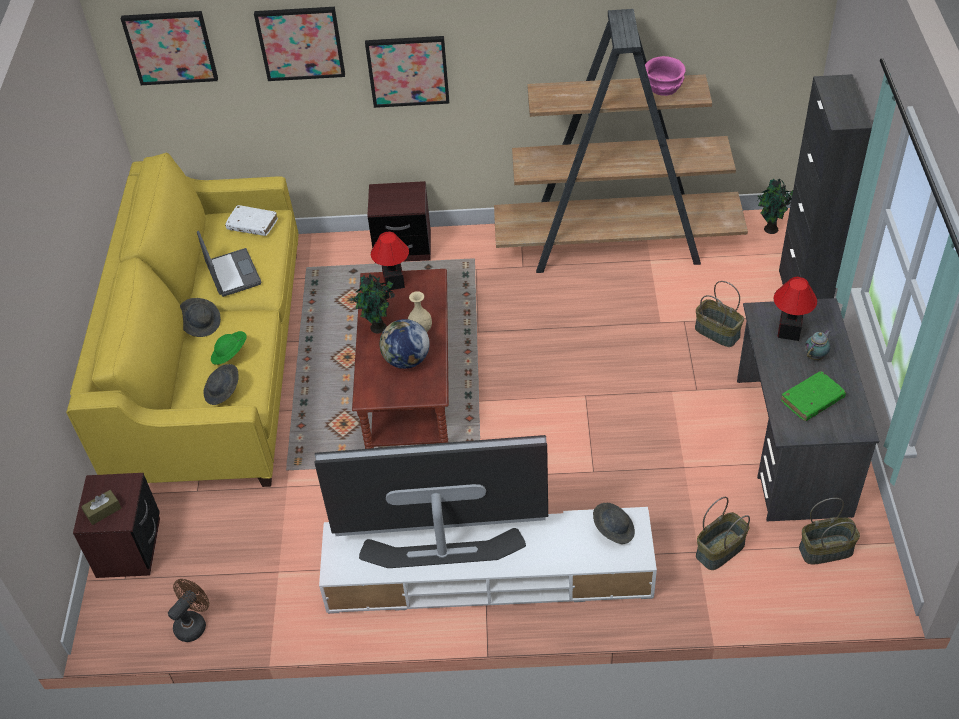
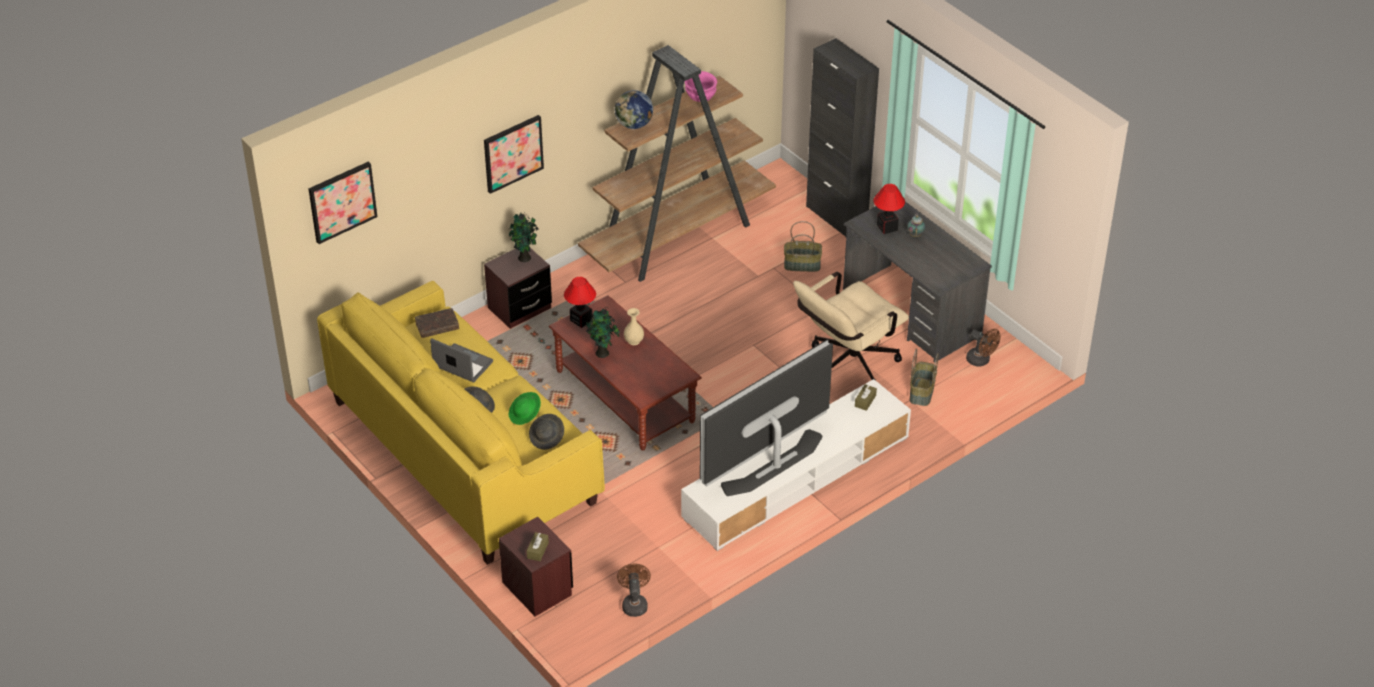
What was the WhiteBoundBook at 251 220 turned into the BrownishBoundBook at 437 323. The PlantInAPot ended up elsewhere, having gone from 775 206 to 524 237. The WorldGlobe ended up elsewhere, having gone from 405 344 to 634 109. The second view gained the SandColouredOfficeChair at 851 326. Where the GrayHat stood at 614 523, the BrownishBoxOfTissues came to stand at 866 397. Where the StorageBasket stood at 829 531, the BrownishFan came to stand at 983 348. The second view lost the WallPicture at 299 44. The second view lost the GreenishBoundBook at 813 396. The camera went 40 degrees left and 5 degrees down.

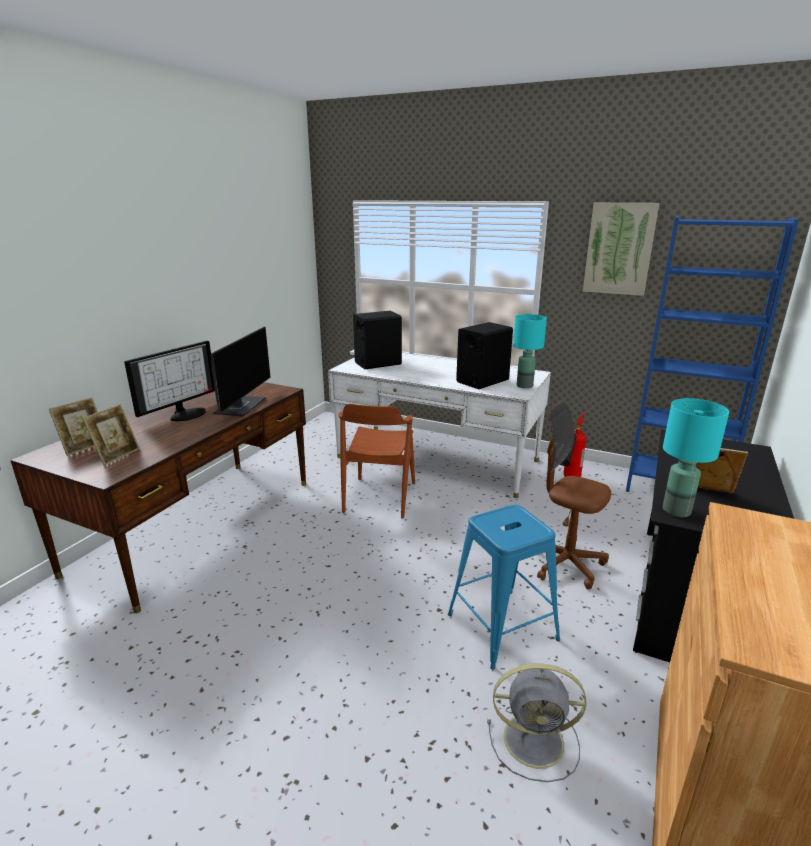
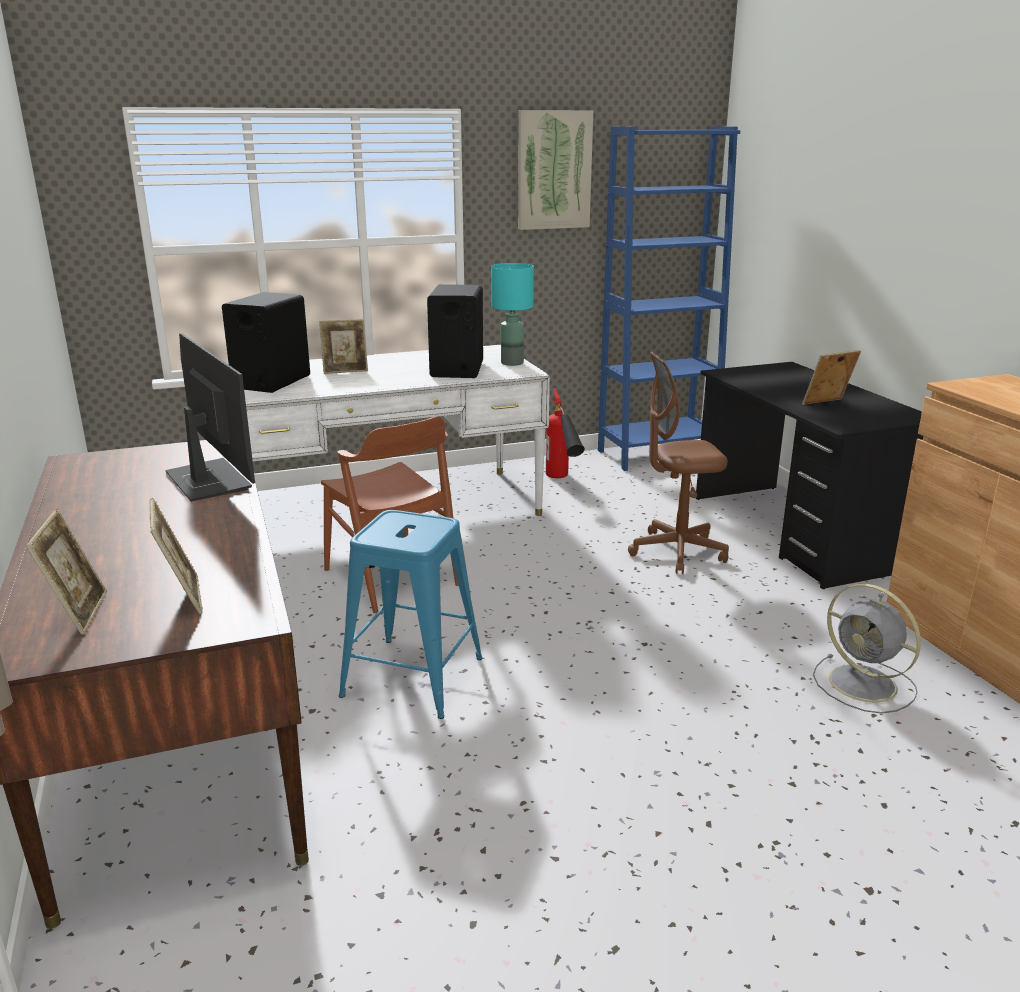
The second view gained the PhotoFrame at 343 347. The BluishStoolSeat ended up elsewhere, having gone from 504 587 to 410 614. The GrayFan at 537 722 ended up facing another way, 90 degrees clockwise from before. The second view lost the ComputerScreen at 169 381. The second view lost the TurquoiseColouredTabletopLamp at 696 457. The camera went 45 degrees left and 0 degrees up.

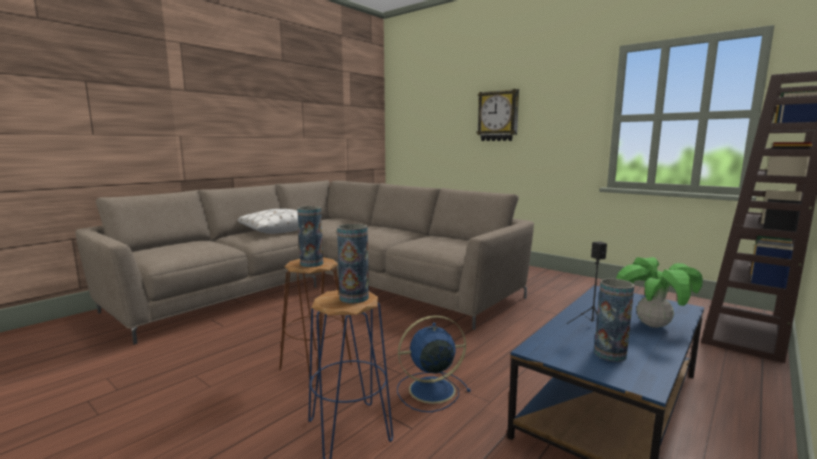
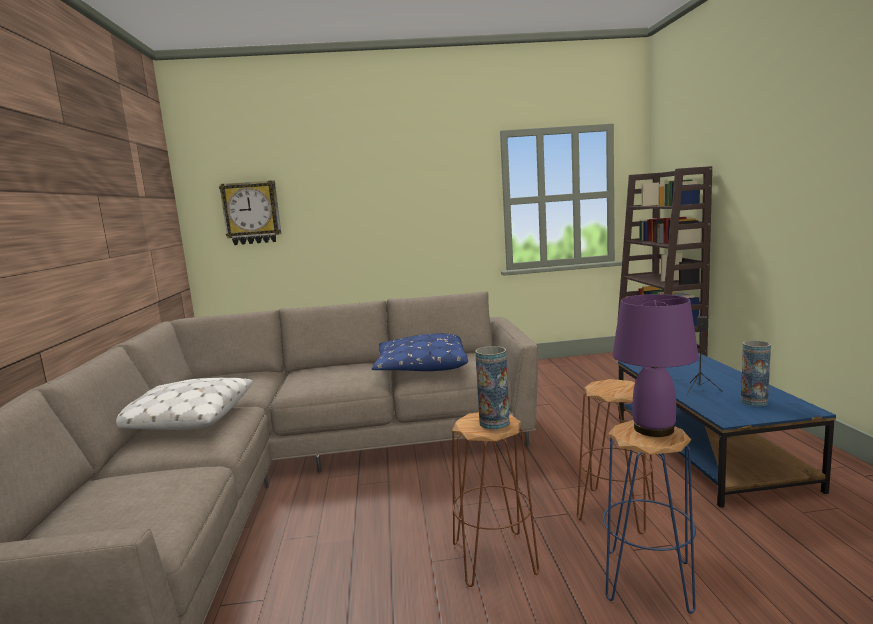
The HangingClock ended up elsewhere, having gone from 498 115 to 250 213. The second view gained the BluishCushion at 420 352. Where the BluishFan stood at 434 363, the BrownishStoolSeat came to stand at 616 456. Where the Vase stood at 353 264, the PurplishTabletopLamp came to stand at 656 365. The second view lost the PlantInAPot at 659 292. The camera went 45 degrees left and 0 degrees up.

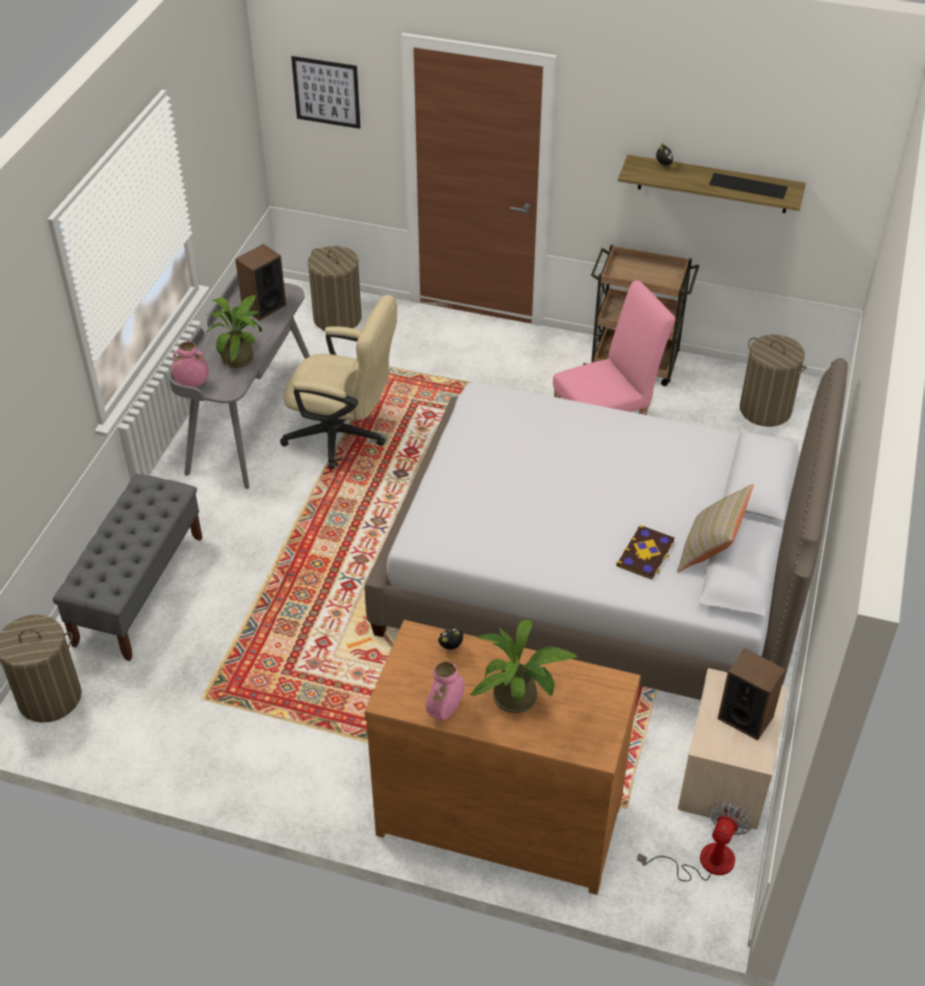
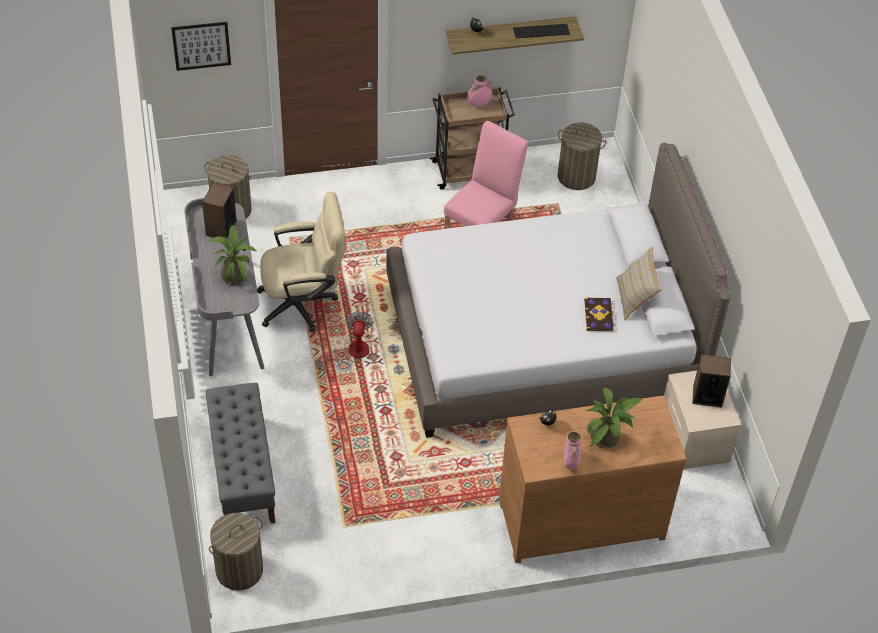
The Fan ended up elsewhere, having gone from 694 842 to 344 340. The PinkColouredVase ended up elsewhere, having gone from 190 364 to 480 91. The camera went 30 degrees left and 5 degrees up.

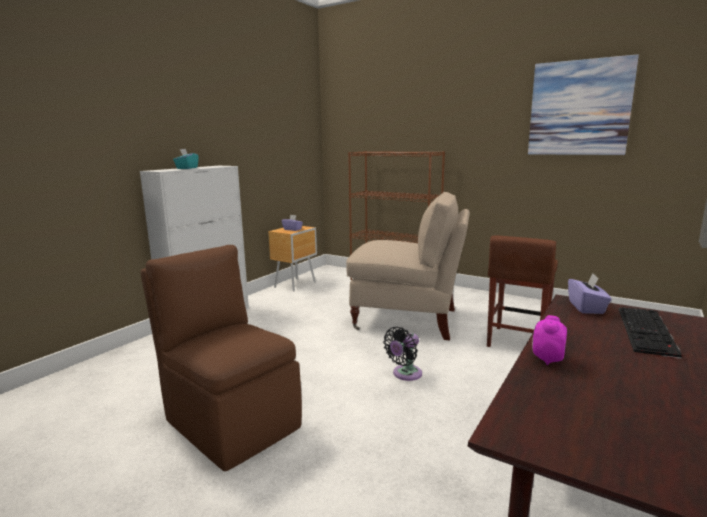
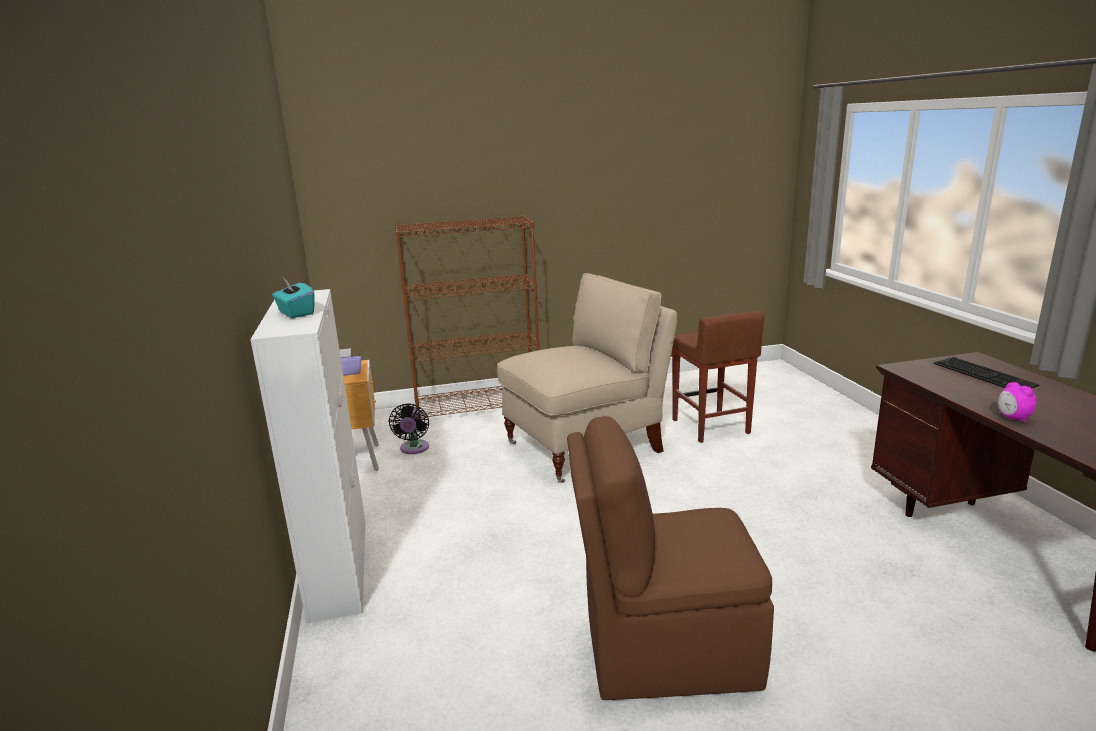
The BlackFan ended up elsewhere, having gone from 402 354 to 409 428. The second view lost the WallPicture at 583 104. The second view lost the PurplishBoxOfTissues at 590 294. The camera went 45 degrees left and 5 degrees up.

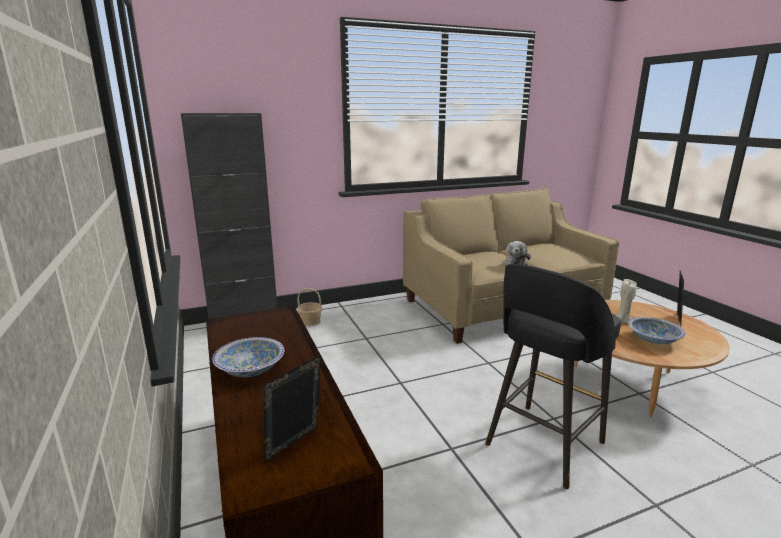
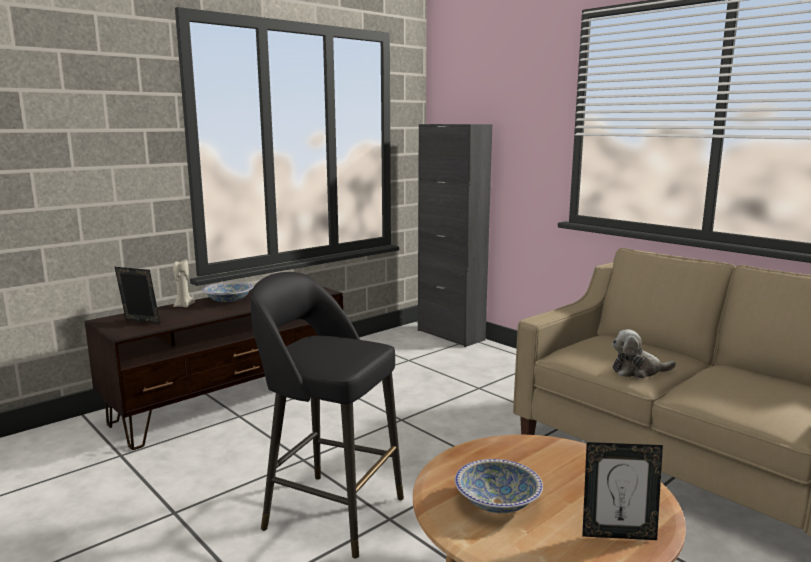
The SandColouredWaxLight ended up elsewhere, having gone from 626 301 to 184 283. The second view lost the StorageBasket at 309 307. The camera went 70 degrees right and 5 degrees down.

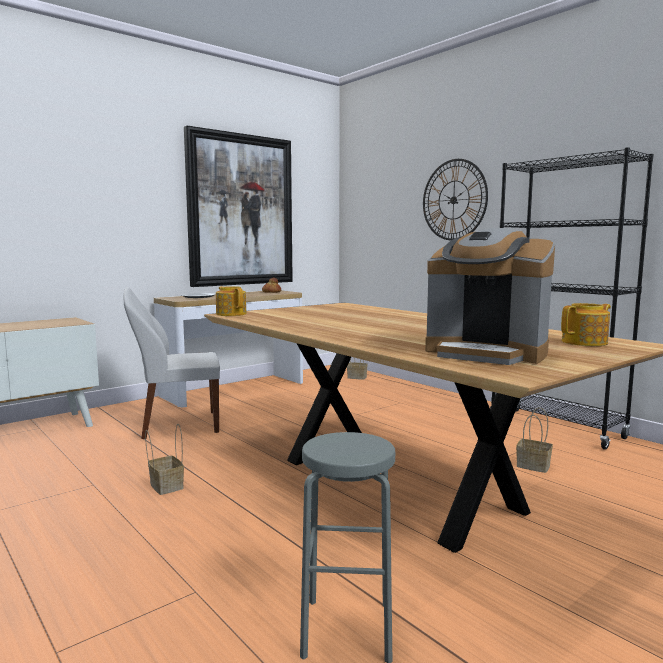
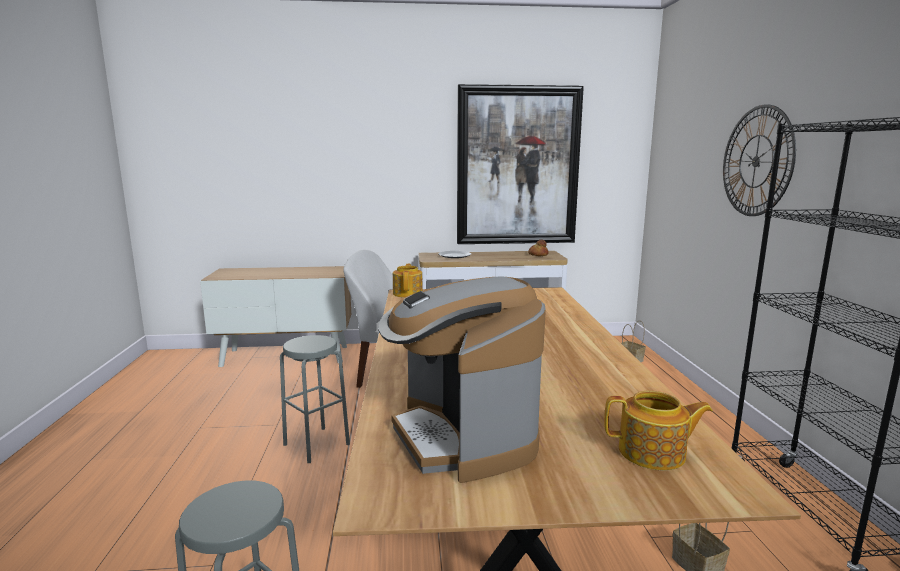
Where the StorageBasket stood at 164 459, the GrayStoolSeat came to stand at 315 399. The camera went 35 degrees right and 5 degrees up.

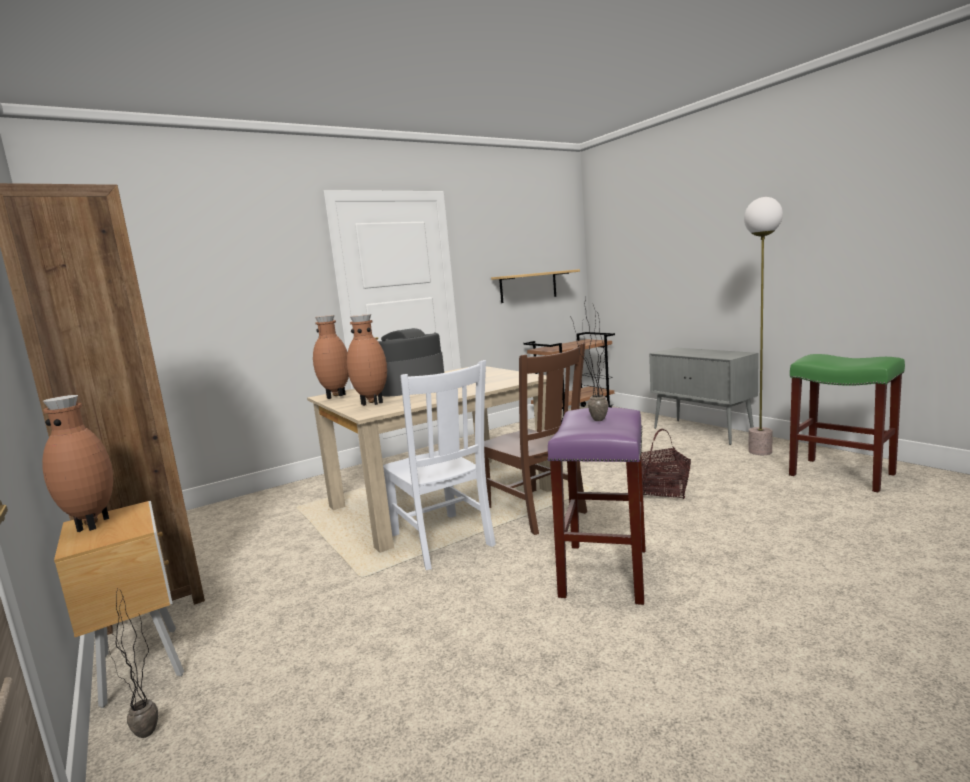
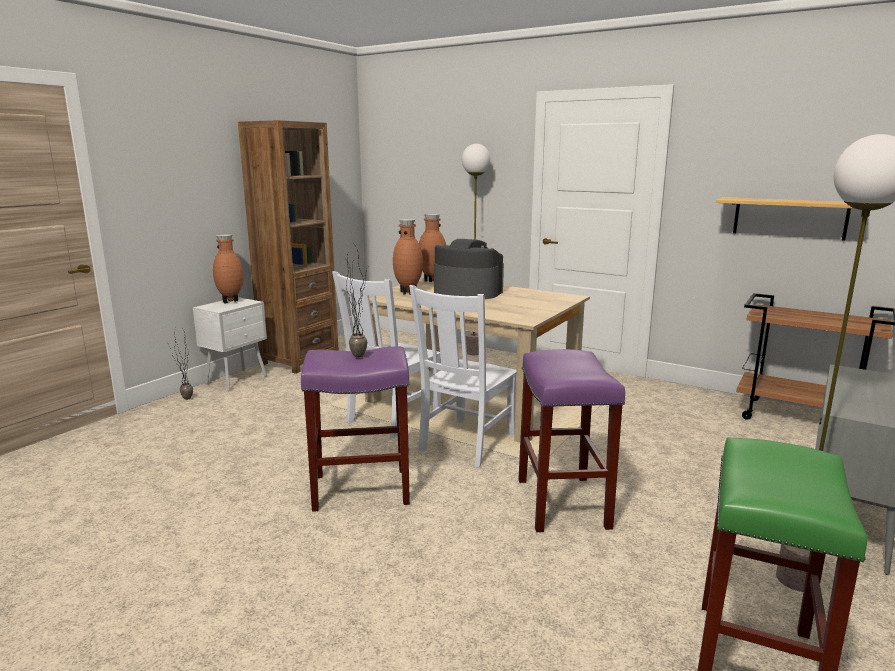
What was the BrownishNightTable at 119 604 turned into the WhiteNightTable at 230 344. What was the BrownishChair at 535 439 turned into the WhiteChair at 463 376. The second view gained the StandardLamp at 476 249. Where the StorageBasket stood at 666 464, the PurplishStoolSeat came to stand at 571 440. The camera went 65 degrees right and 5 degrees up.

